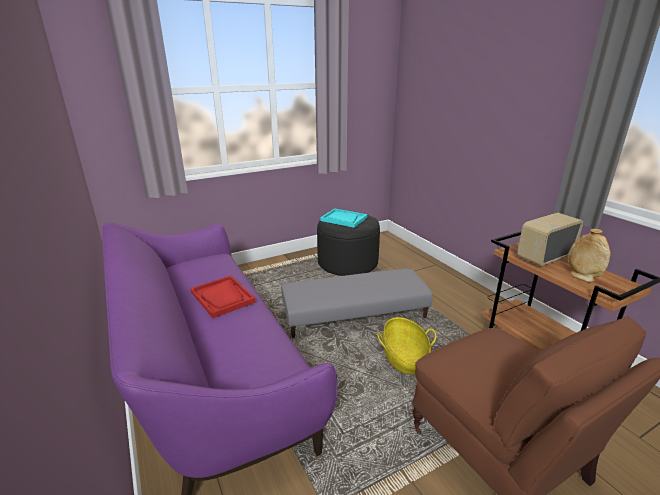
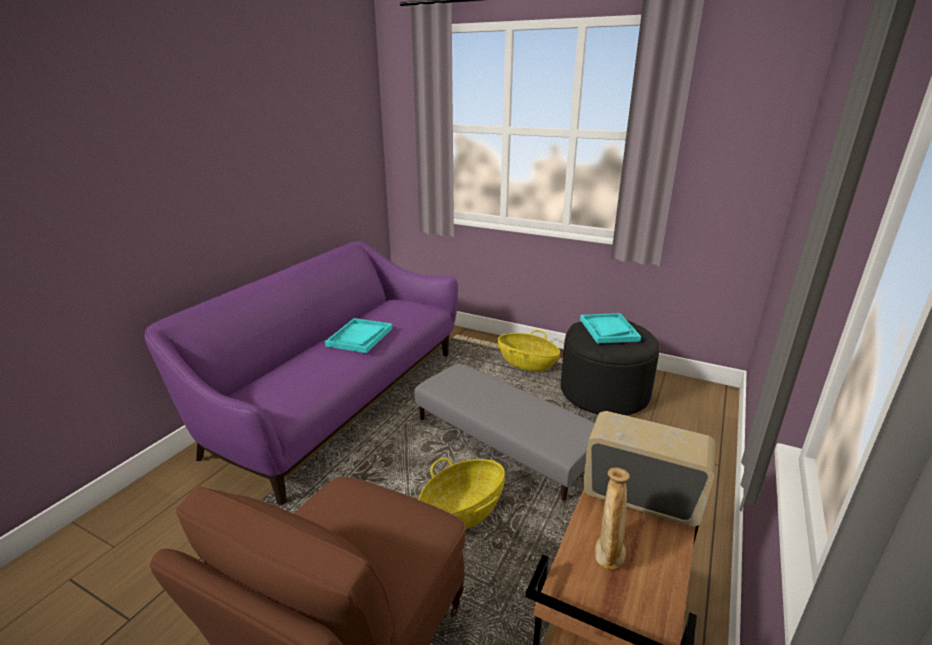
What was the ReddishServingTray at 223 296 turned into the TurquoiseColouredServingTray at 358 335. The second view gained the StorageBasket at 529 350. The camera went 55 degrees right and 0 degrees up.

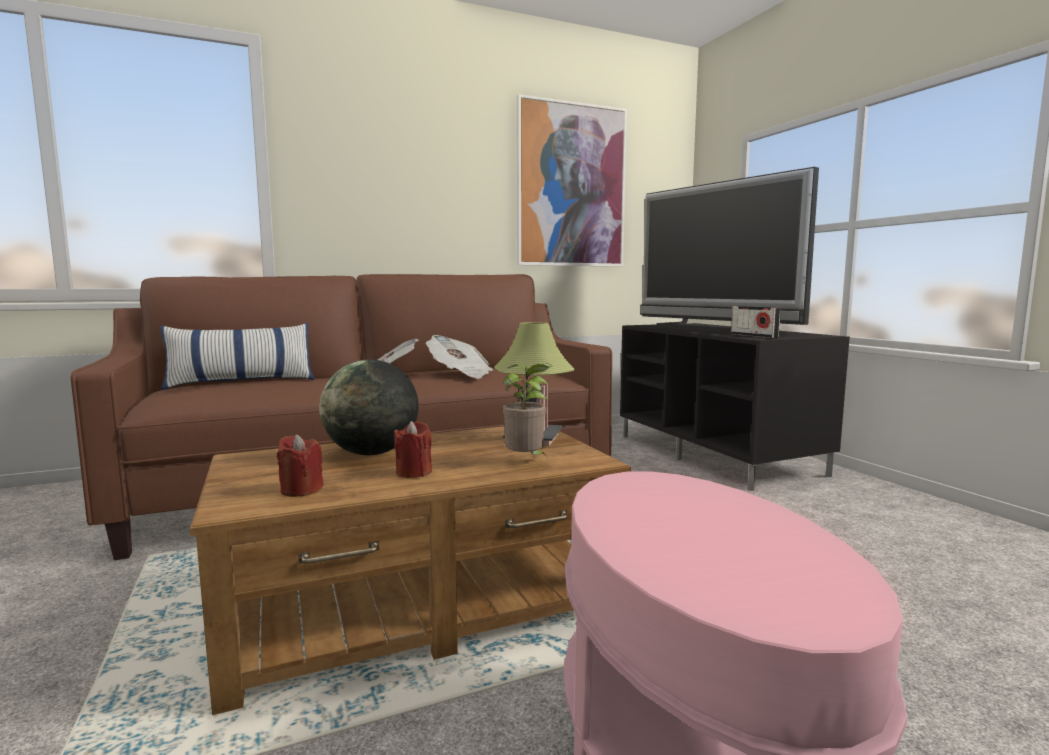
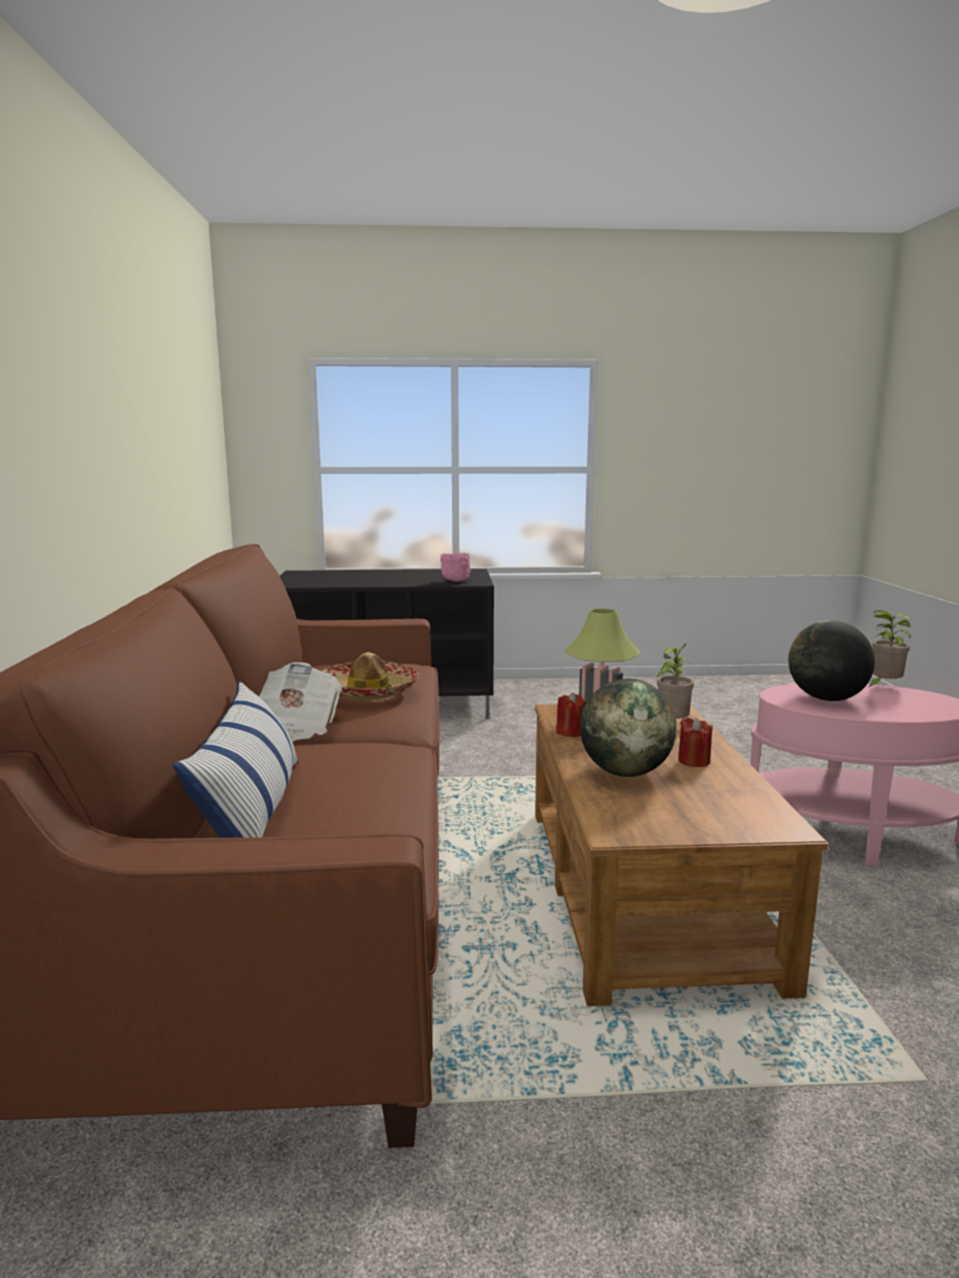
Where the DailyPaper stood at 459 357, the Hat came to stand at 370 676. Where the RadioReceiver stood at 756 322, the PinkColouredDeepDish came to stand at 455 567. The ReddishWaxLight ended up elsewhere, having gone from 300 465 to 571 715. The second view gained the WorldGlobe at 831 660. The second view gained the PlantInAPot at 890 648. The second view lost the WallPicture at 572 180. The second view lost the TvSet at 729 250. The camera went 70 degrees left and 5 degrees up.

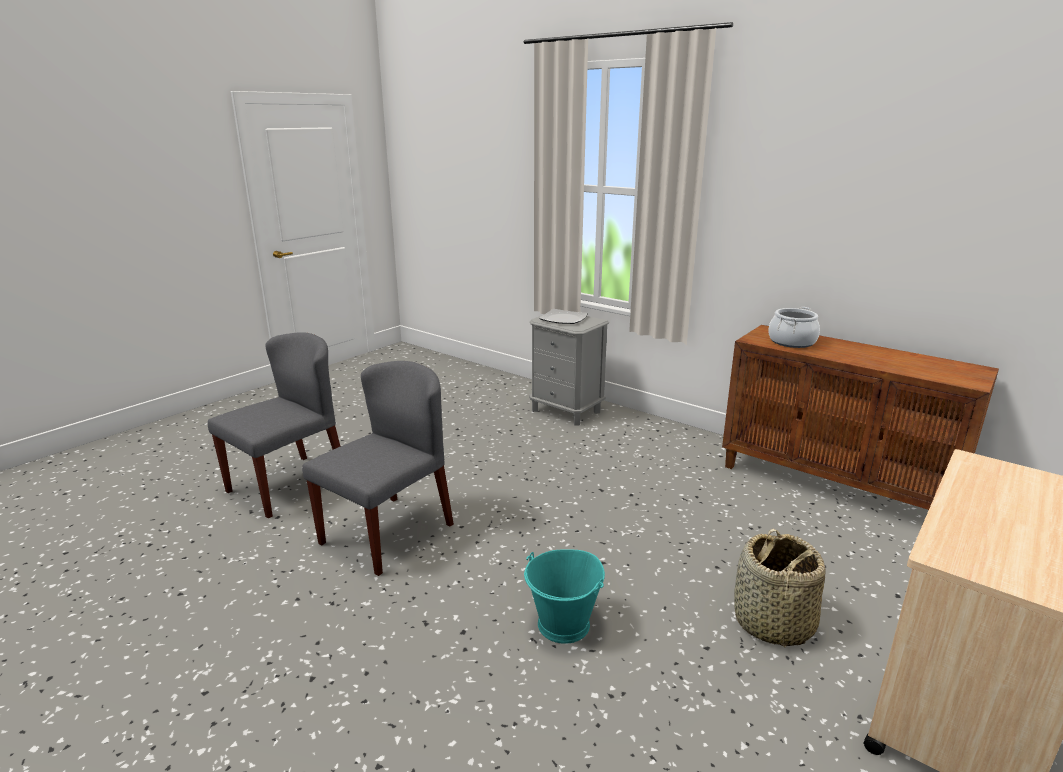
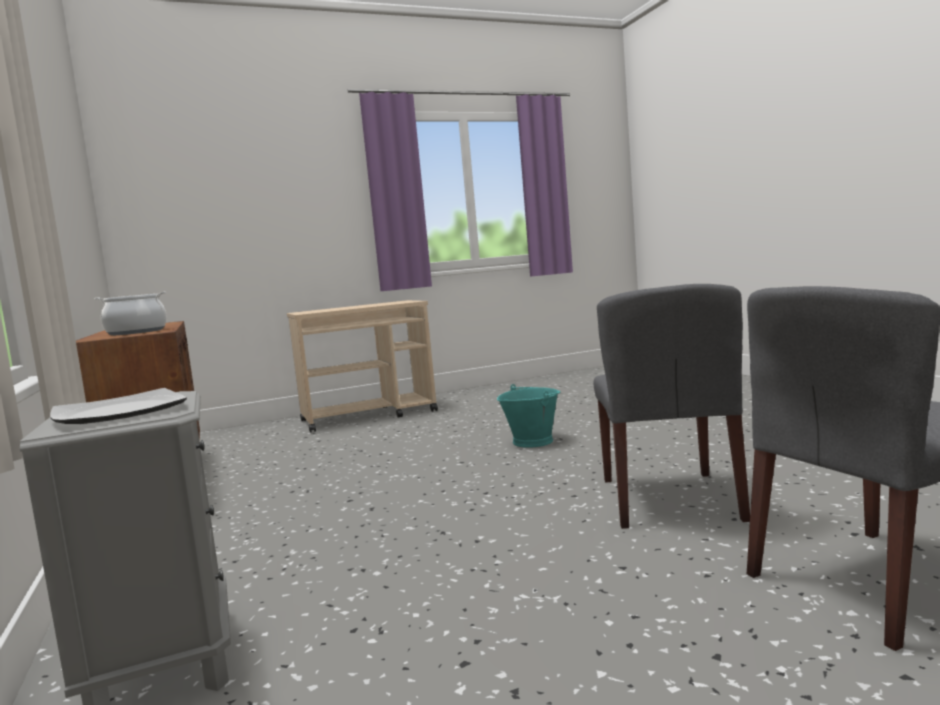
The GrayChair at 378 468 ended up facing another way, 60 degrees counterclockwise from before. The second view lost the StorageBasket at 779 588. The camera went 150 degrees left and 15 degrees down.

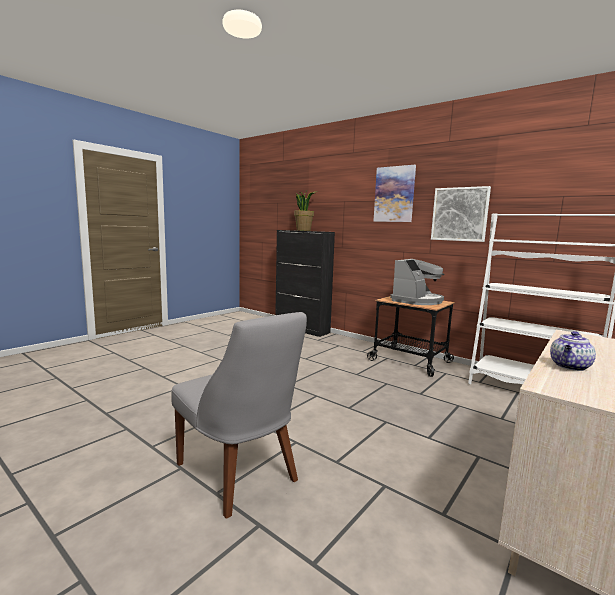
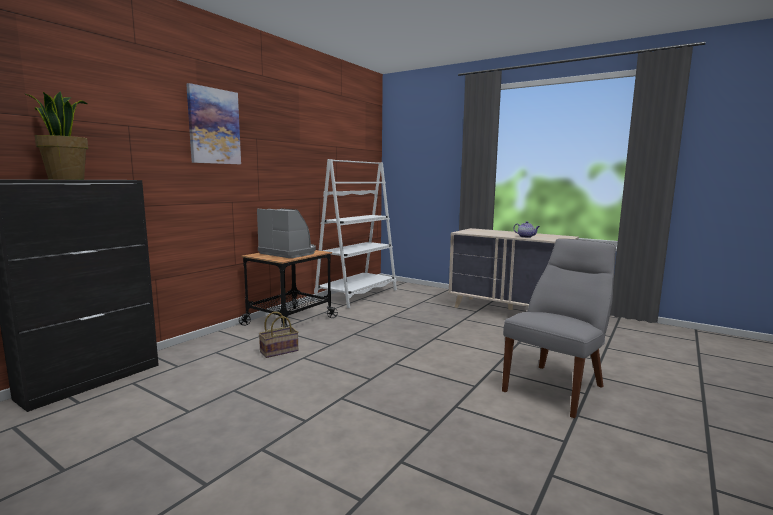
The second view gained the StorageBasket at 279 335. The second view lost the WallPicture at 461 214. The camera went 95 degrees left and 0 degrees up.

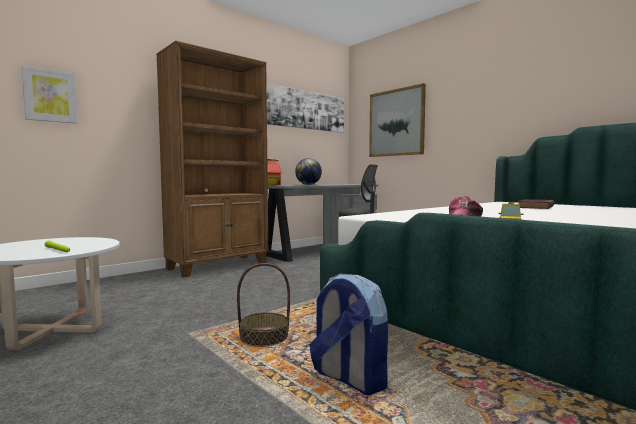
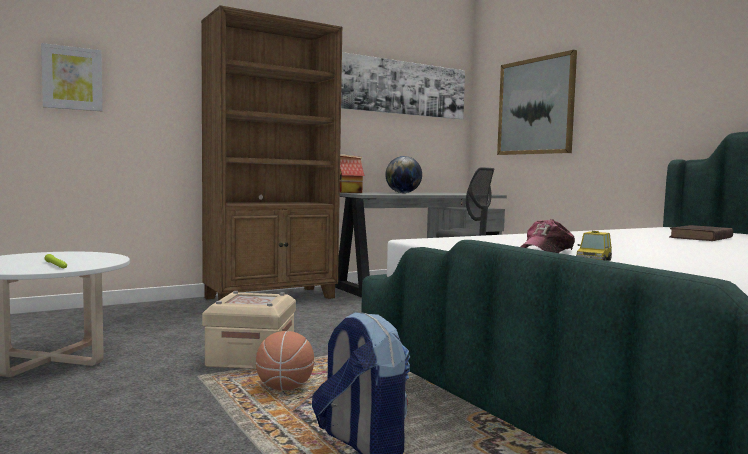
The second view gained the SandColouredStorageContainer at 249 330. Where the StorageBasket stood at 263 305, the Basketball came to stand at 285 361. The camera went 10 degrees right and 0 degrees up.

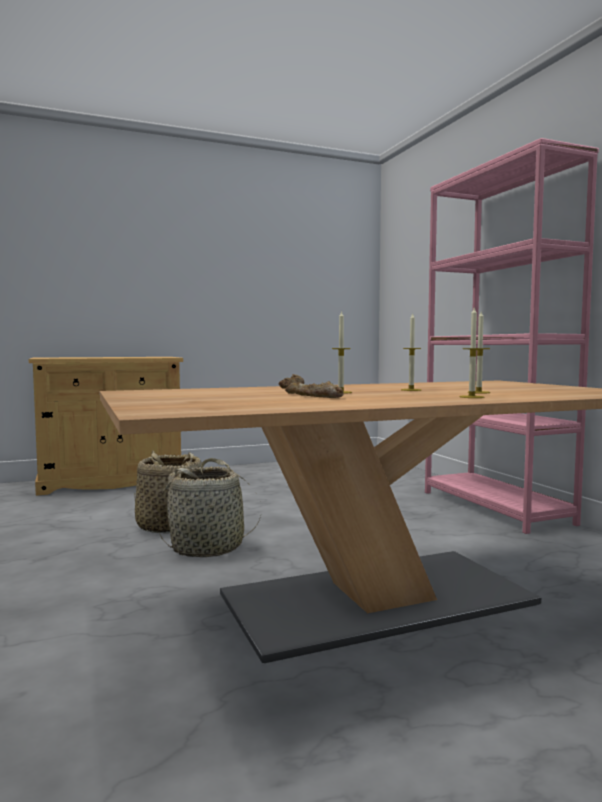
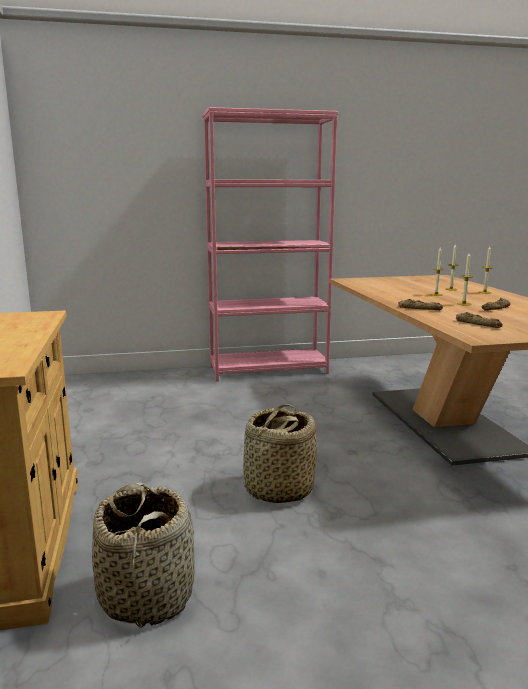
The StorageBasket ended up elsewhere, having gone from 210 507 to 143 555. The second view gained the BakeryBread at 479 320. The camera went 80 degrees left and 10 degrees up.

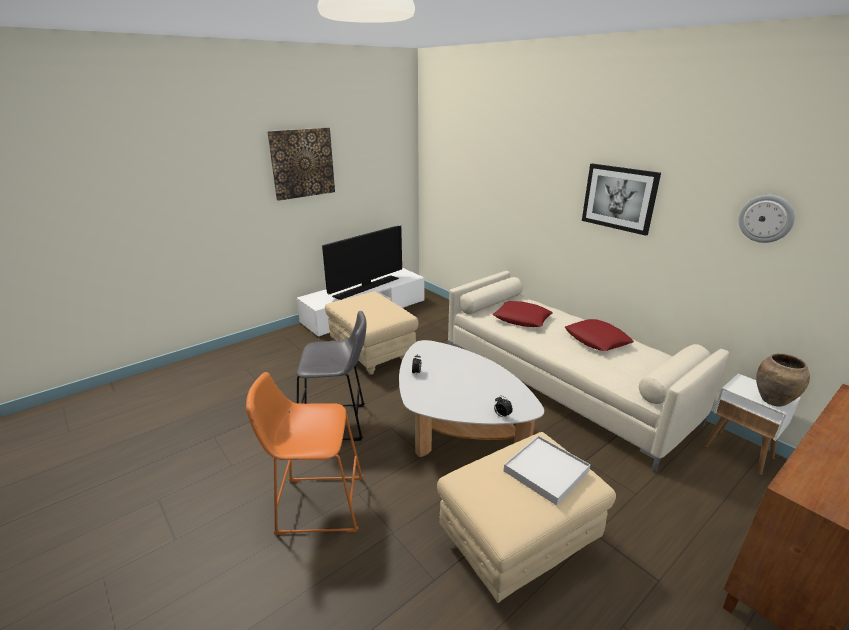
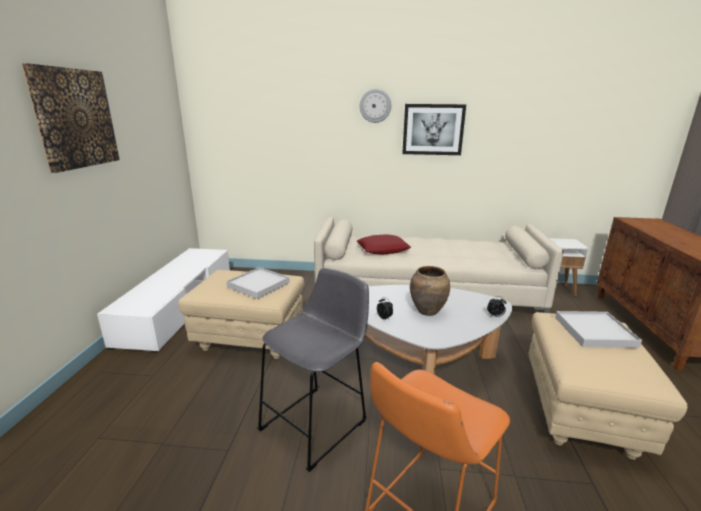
The second view gained the WhiteServingTray at 258 283. The HangingClock ended up elsewhere, having gone from 766 219 to 375 106. The BrownishVase ended up elsewhere, having gone from 783 380 to 430 291. The second view lost the TvSet at 362 263. The second view lost the ReddishCushion at 599 335. The camera went 45 degrees left and 5 degrees down.

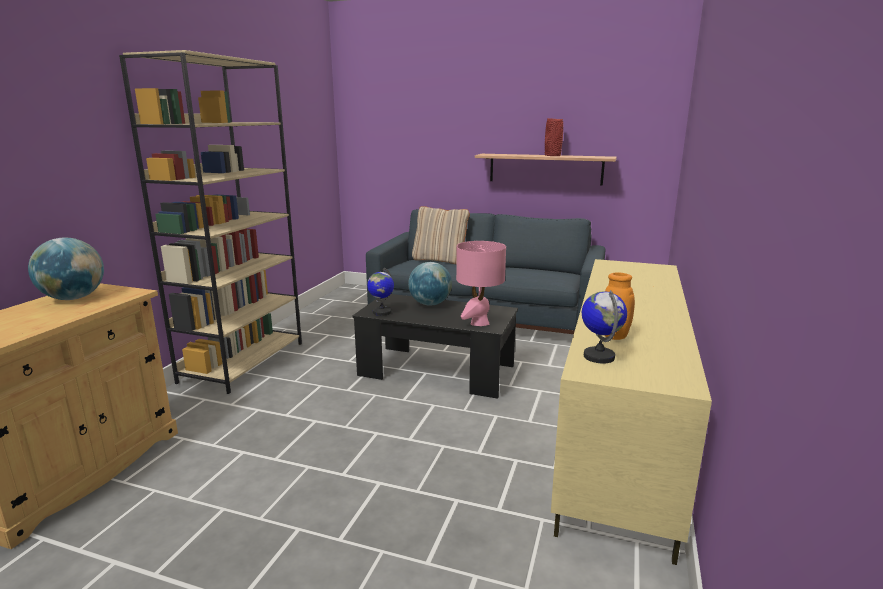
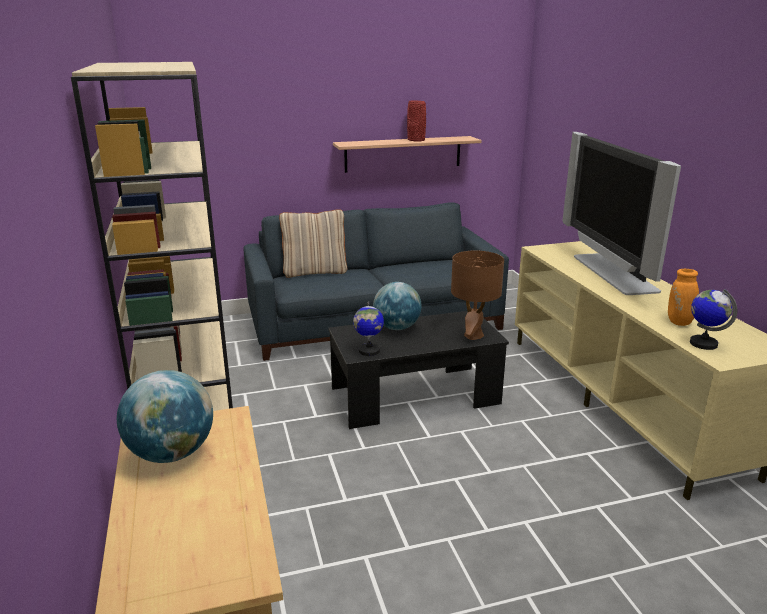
What was the PinkColouredTabletopLamp at 481 283 turned into the BrownishTabletopLamp at 477 295. The second view gained the TvSet at 621 213. The camera went 35 degrees left and 5 degrees up.

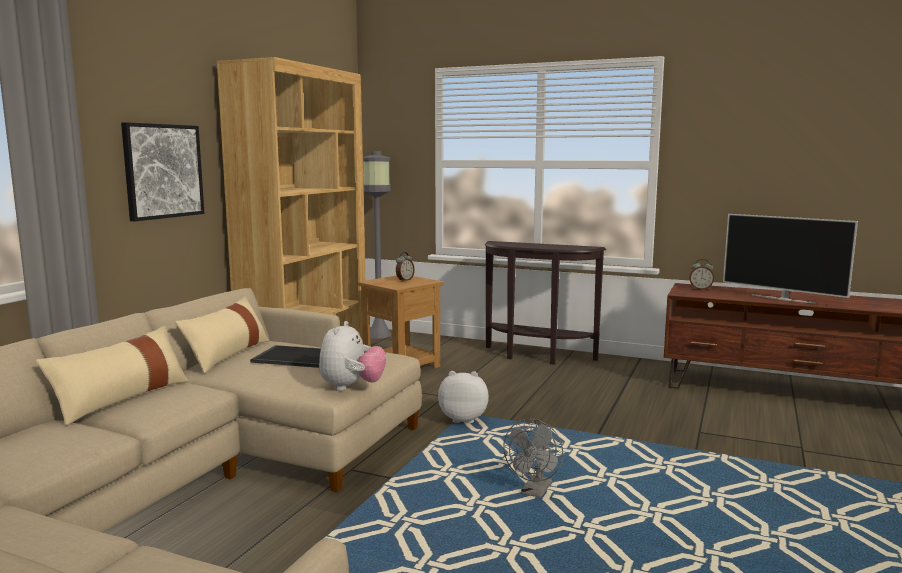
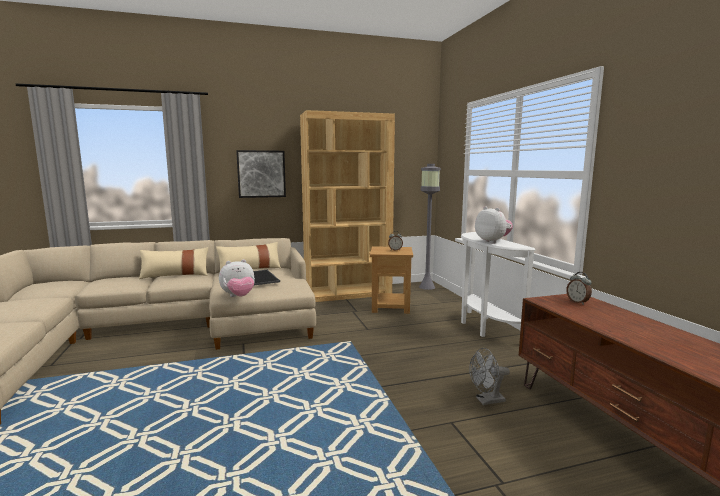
What was the BrownishHallTable at 545 303 turned into the WhiteHallTable at 498 284. The GrayFan ended up elsewhere, having gone from 533 458 to 489 376. The CuddlyToy ended up elsewhere, having gone from 463 397 to 494 225. The second view lost the TvSet at 790 259. The camera went 50 degrees right and 0 degrees up.

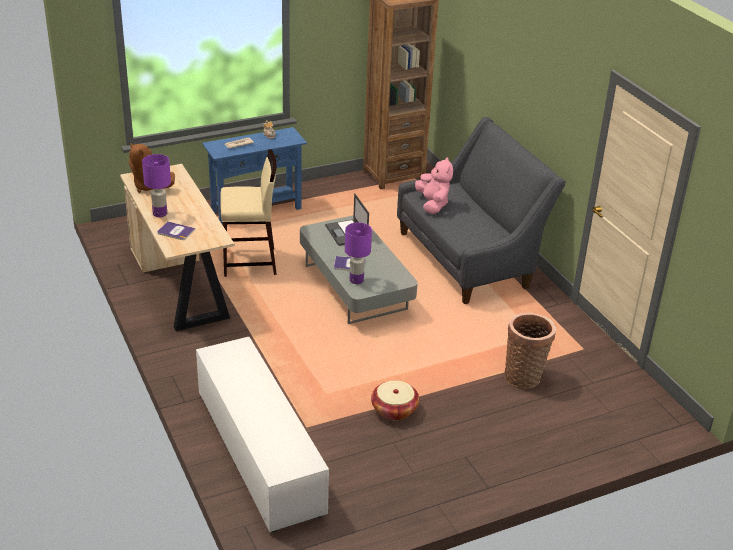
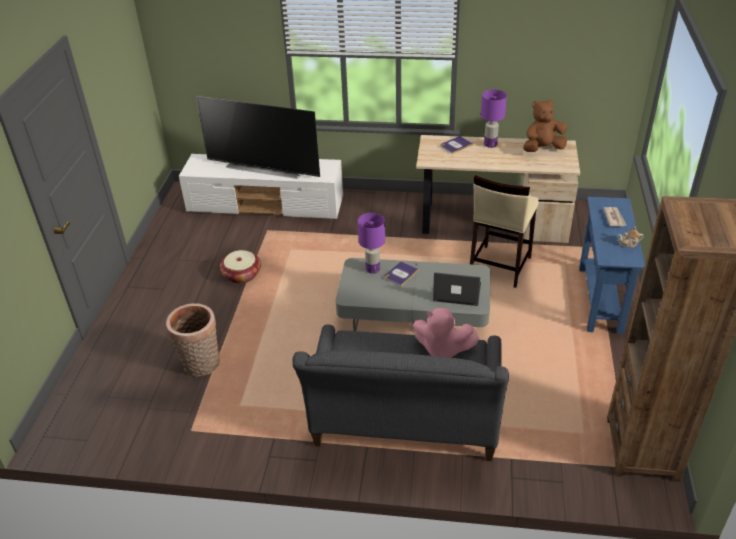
The second view gained the TvSet at 258 137. The camera went 125 degrees right and 5 degrees up.

